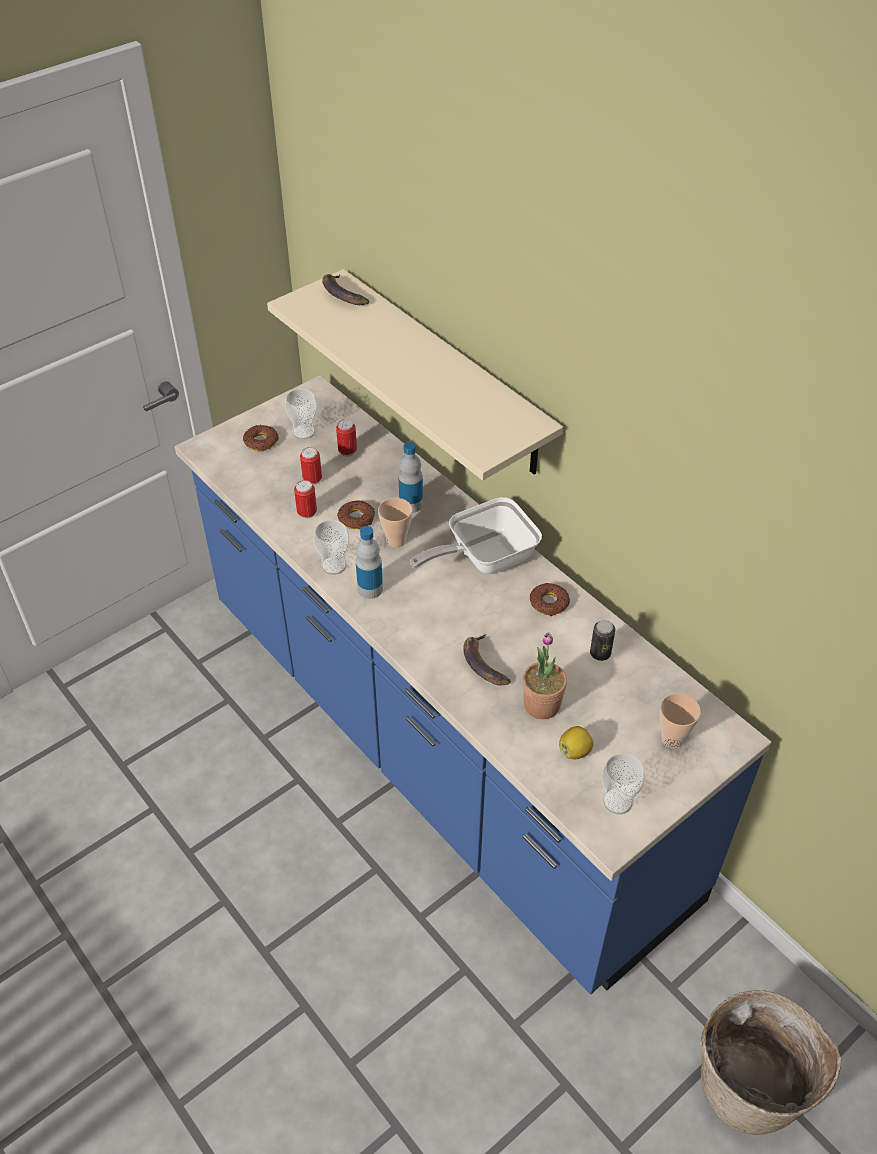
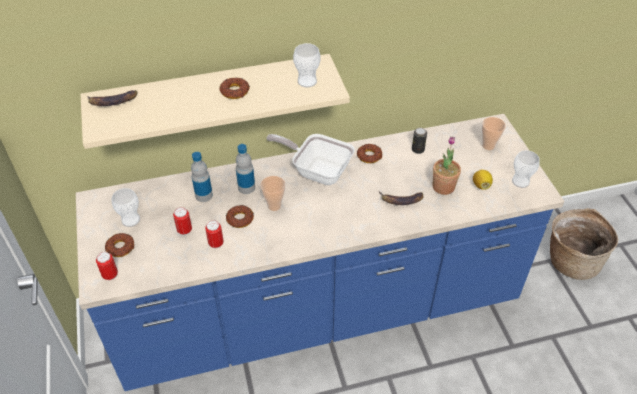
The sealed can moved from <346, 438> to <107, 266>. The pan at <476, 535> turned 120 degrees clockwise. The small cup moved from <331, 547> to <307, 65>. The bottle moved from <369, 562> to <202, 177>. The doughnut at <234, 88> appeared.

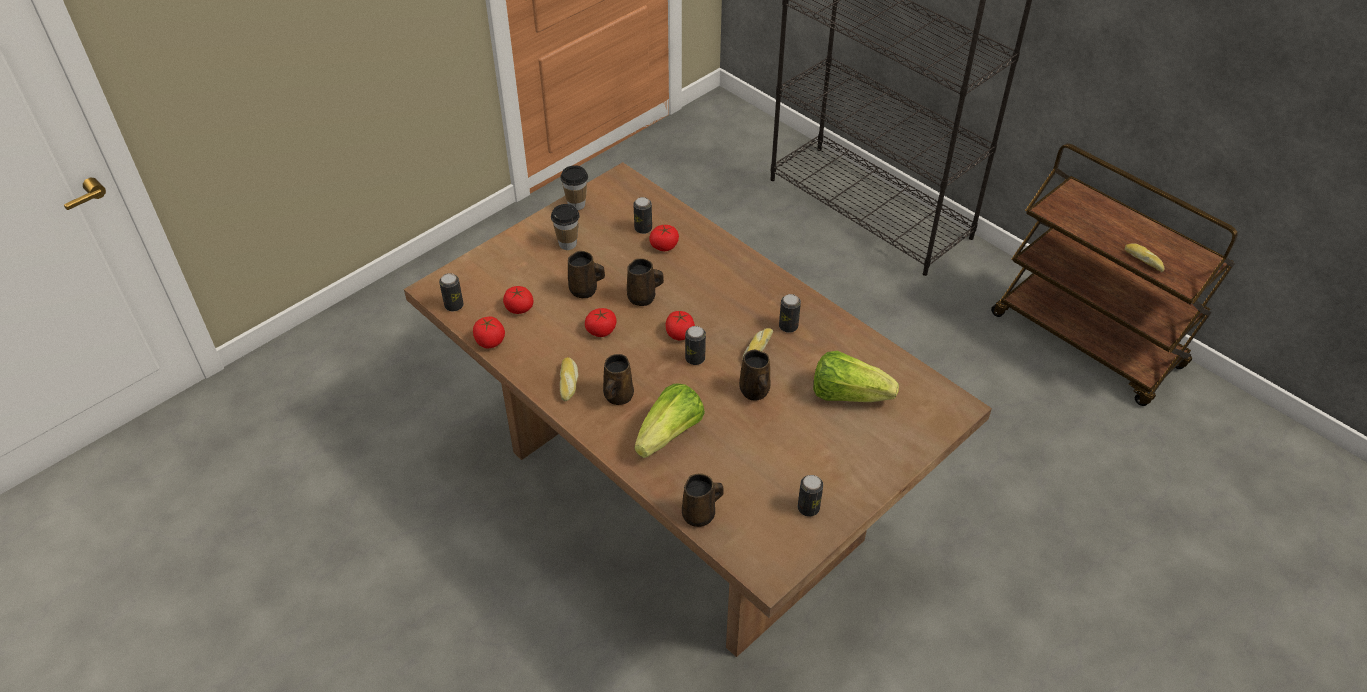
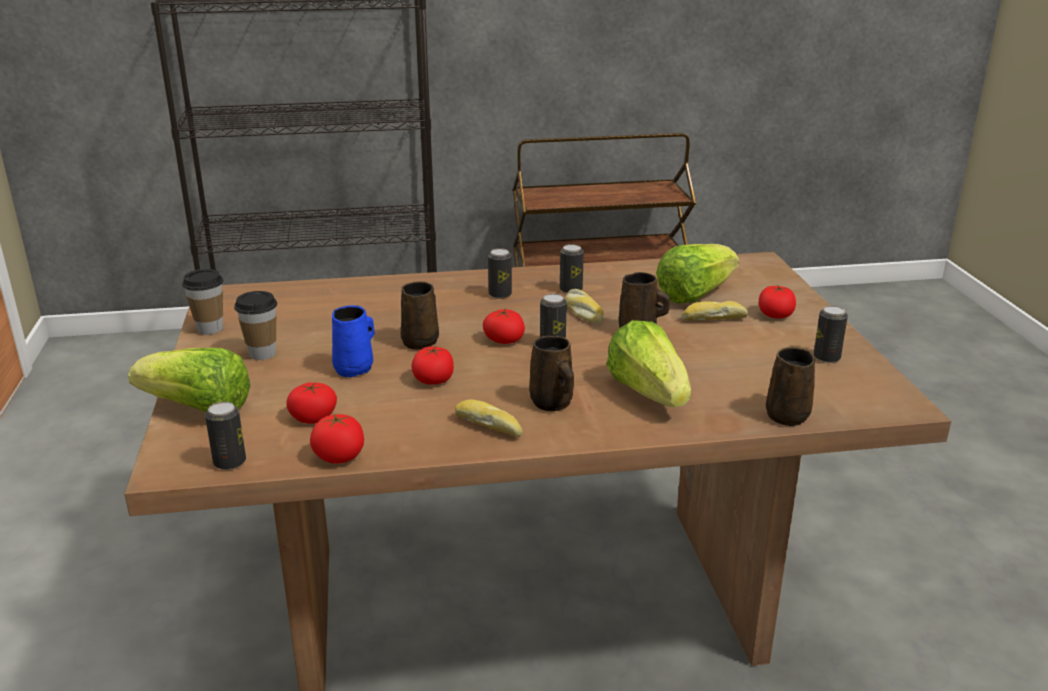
The sealed can moved from <642, 215> to <500, 273>. The fresh tomato moved from <664, 238> to <777, 302>. The bakery bread moved from <1145, 257> to <714, 311>. The brown coffee mug at <586, 274> became the blue coffee mug at <353, 341>. The head of lettuce at <189, 380> appeared.

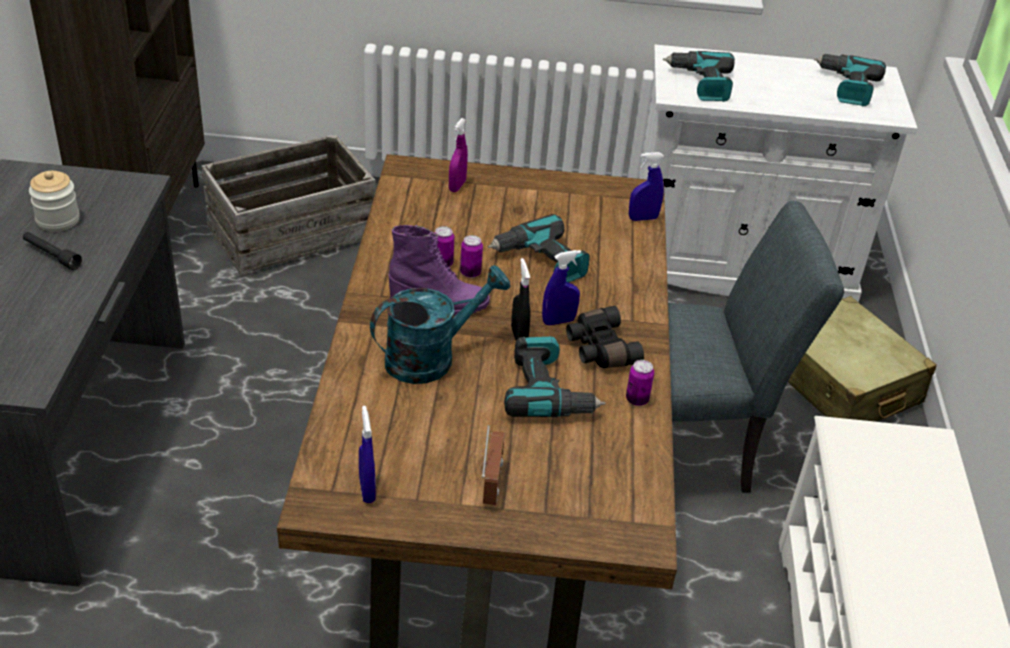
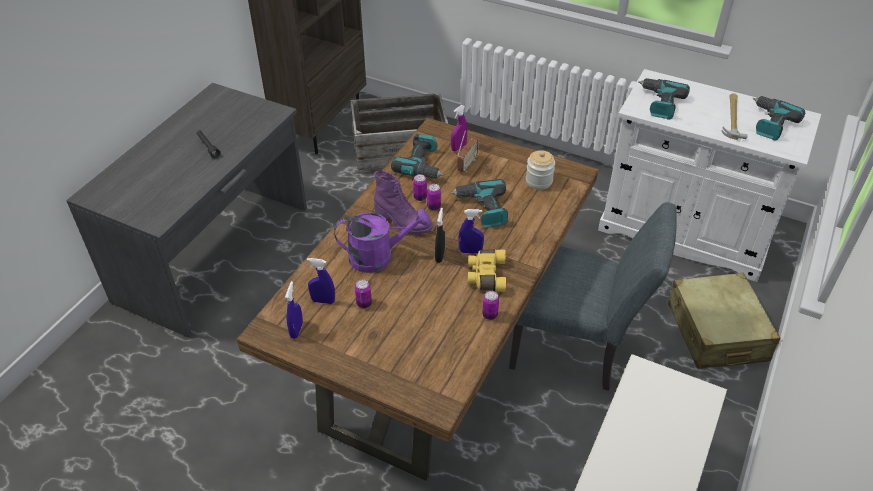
The blue spray bottle moved from <646, 186> to <321, 281>. The jar moved from <54, 201> to <540, 170>. The turquoise-coloured watering can at <440, 324> became the purplish watering can at <382, 241>. The black binoculars at <605, 337> became the yellow binoculars at <487, 270>. The drill moved from <555, 377> to <417, 156>. The radio moved from <493, 465> to <468, 151>. The hammer at <734, 116> appeared. The sealed can at <363, 293> appeared.

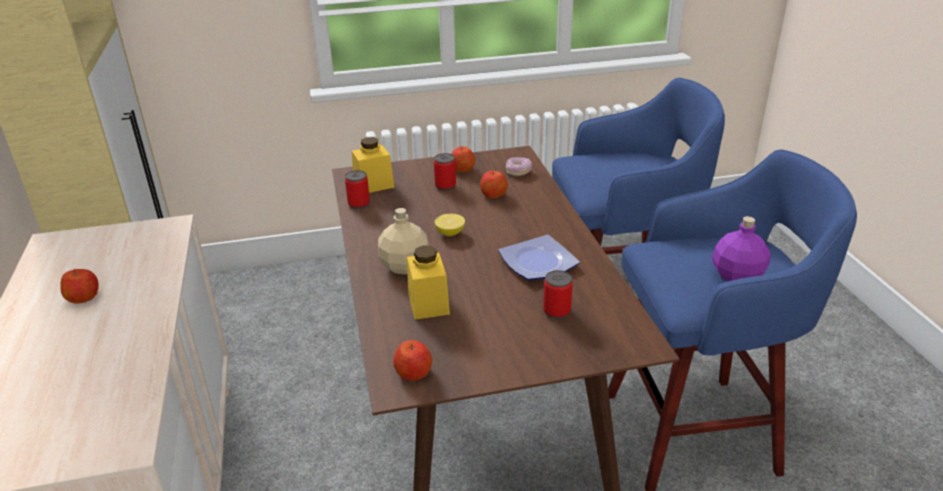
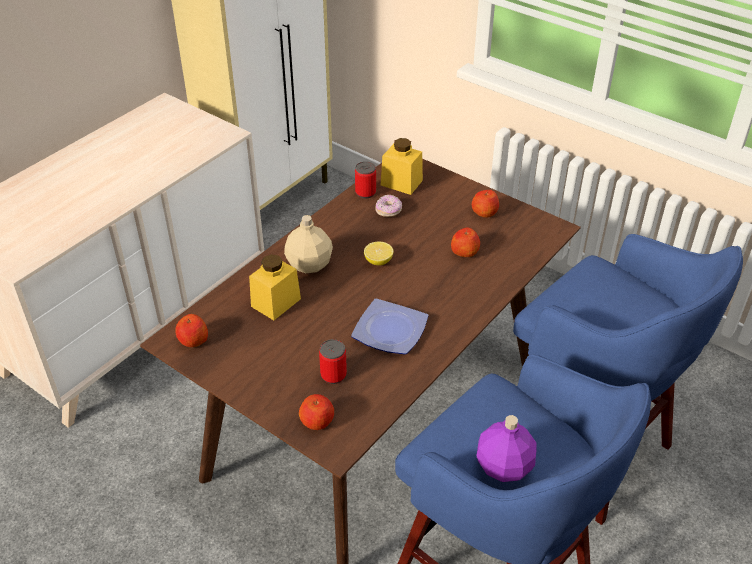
The sealed can at <445, 172> disappeared. The doughnut moved from <519, 166> to <388, 206>. The apple moved from <79, 286> to <316, 412>.

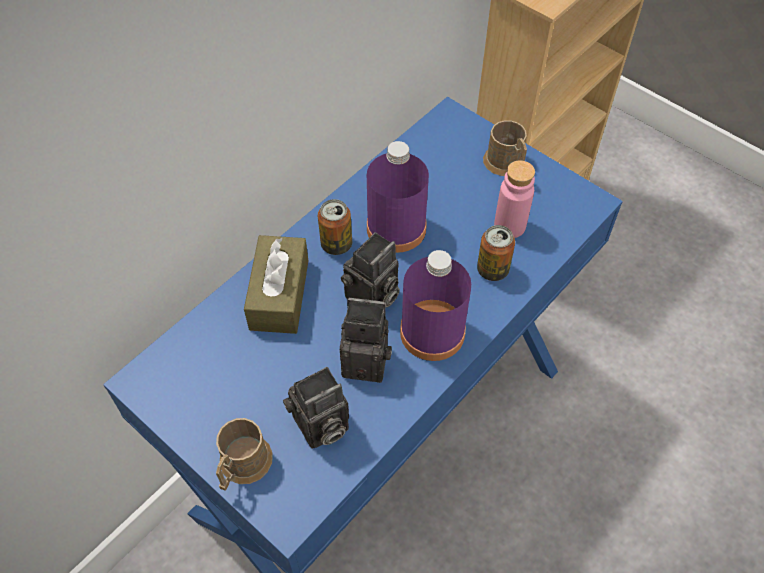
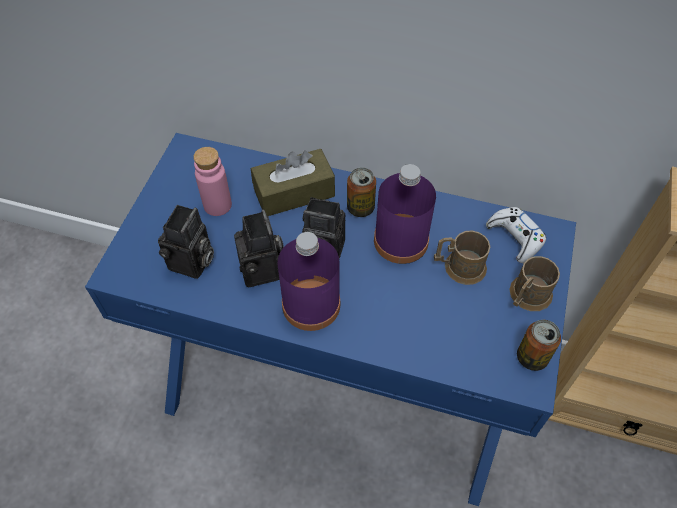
The pink bottle moved from <514, 199> to <212, 181>. The sealed can moved from <496, 253> to <539, 345>. The photo camera at <316, 408> turned 105 degrees counterclockwise. The brown coffee mug moved from <244, 454> to <462, 258>. The white-coloured game controller at <516, 235> appeared.

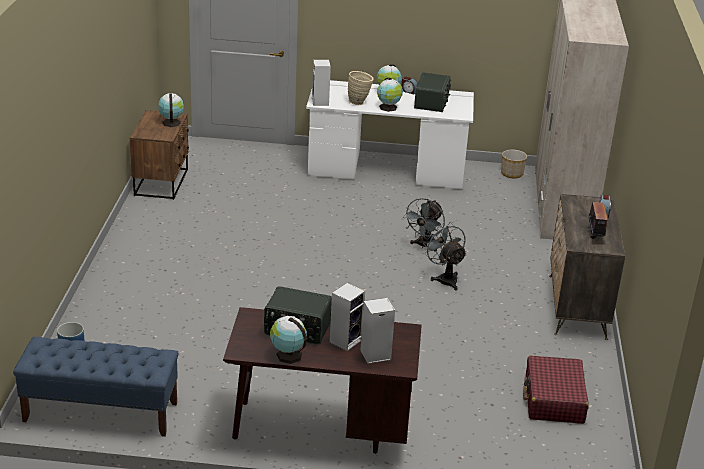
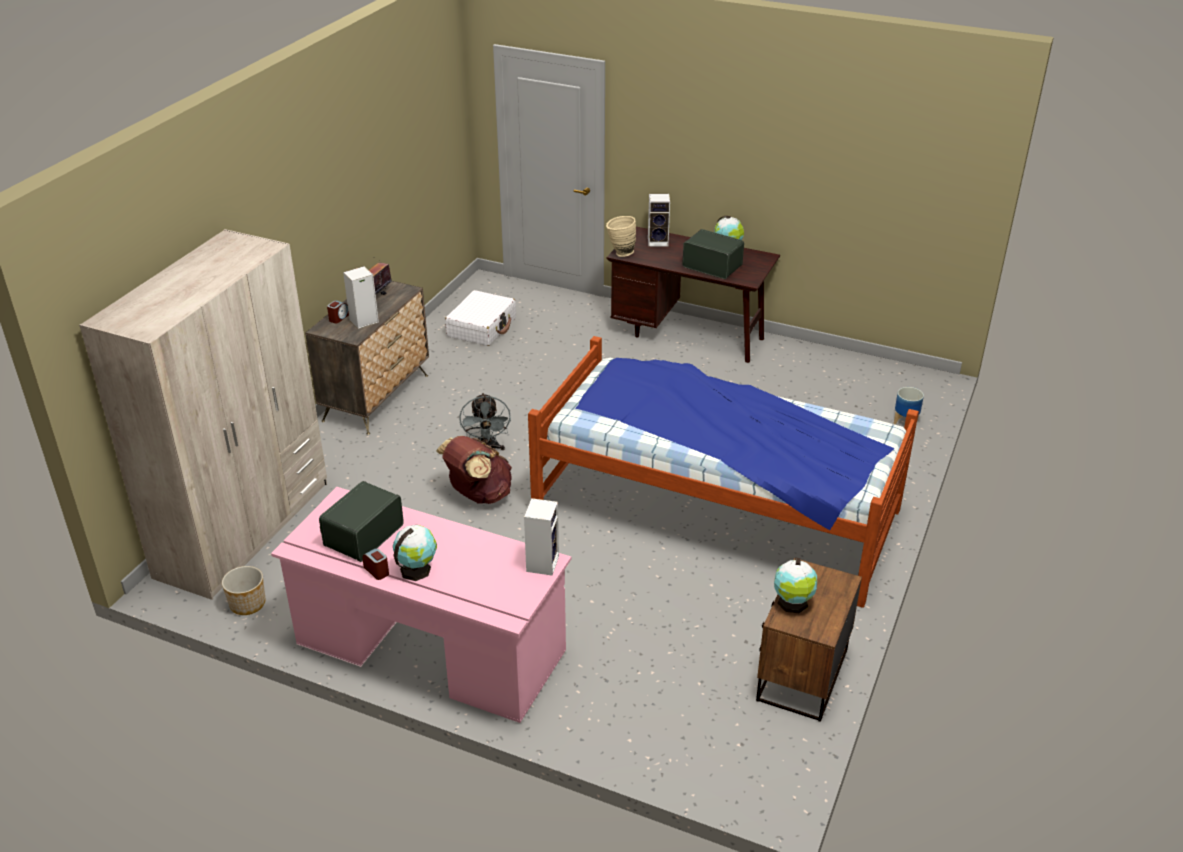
The beige vase moved from <360, 88> to <621, 236>. The desk globe at <390, 95> disappeared. The white-coloured desk table at <390, 134> became the pink desk table at <421, 605>. The grey electric fan at <424, 224> was replaced by the brown rucksack at <474, 470>. The audio speaker moved from <347, 317> to <361, 297>. The blue indoor bench at <96, 387> disappeared. The red piece of luggage at <556, 389> became the white-coloured piece of luggage at <480, 318>. The bedroom bed at <723, 472> appeared.

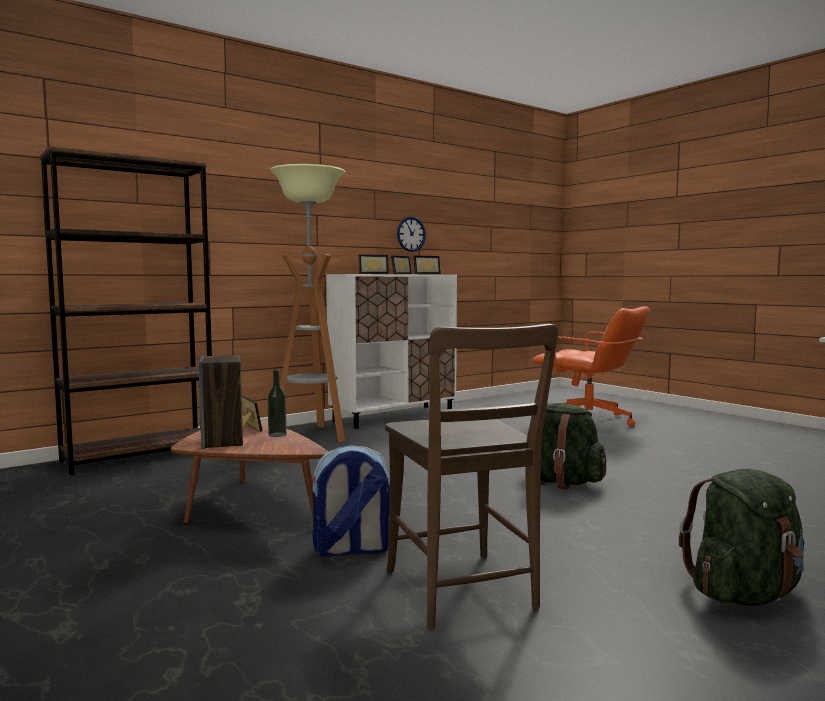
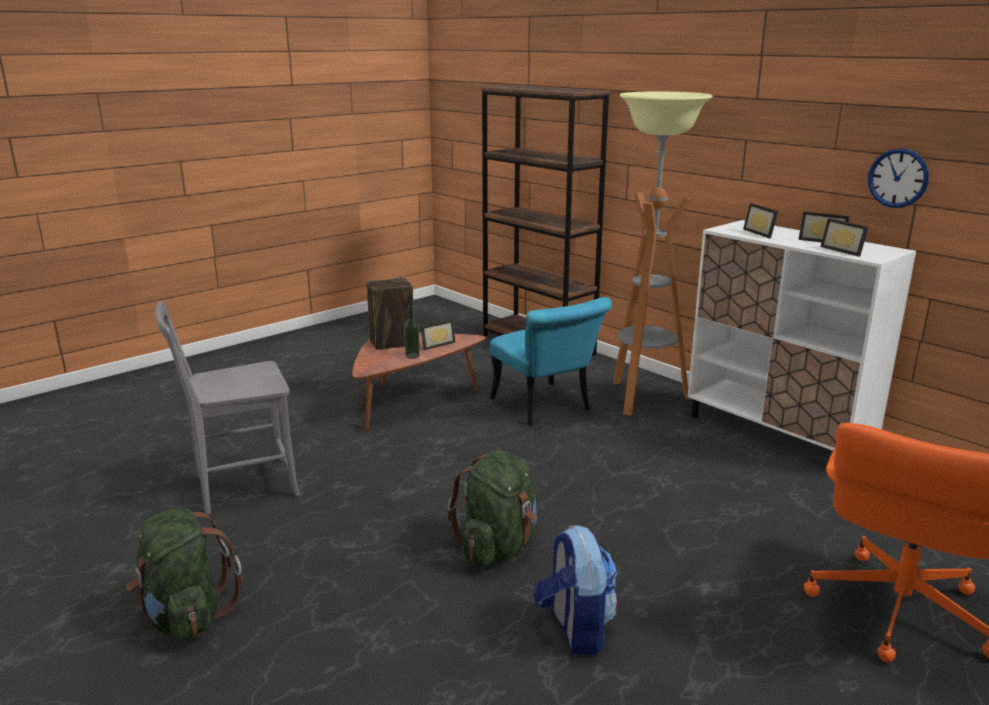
The brown plain chair at <471, 476> became the grey plain chair at <227, 408>. The rucksack moved from <350, 501> to <575, 590>. The turquoise-coloured plain chair at <550, 361> appeared.

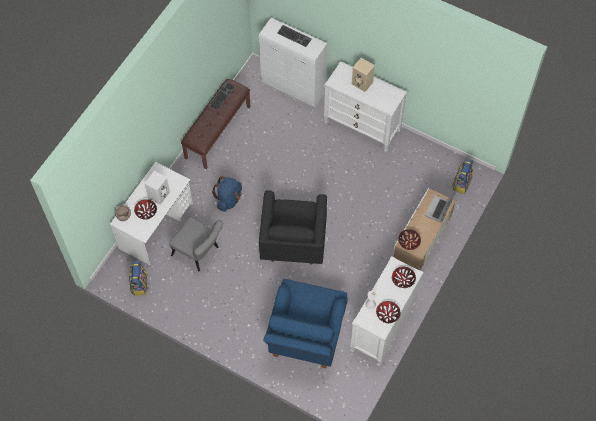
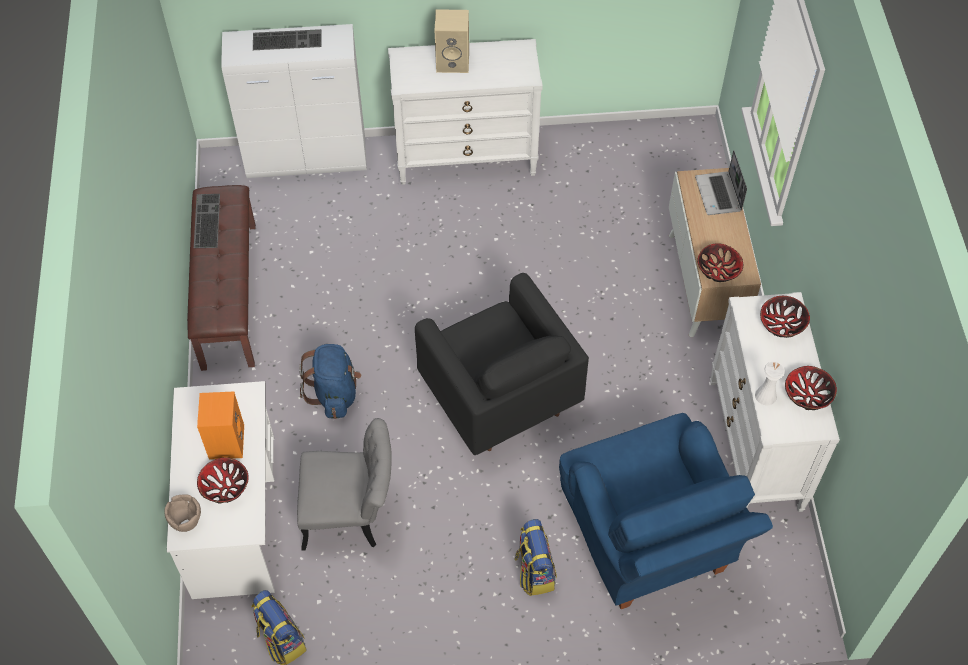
The rucksack moved from <462, 176> to <535, 557>. The white-coloured audio speaker at <157, 188> became the orangey audio speaker at <220, 426>.

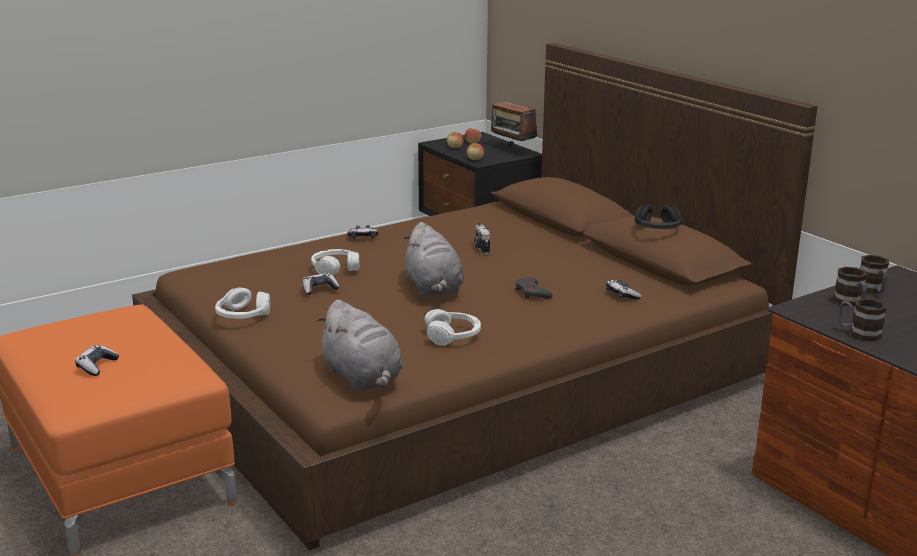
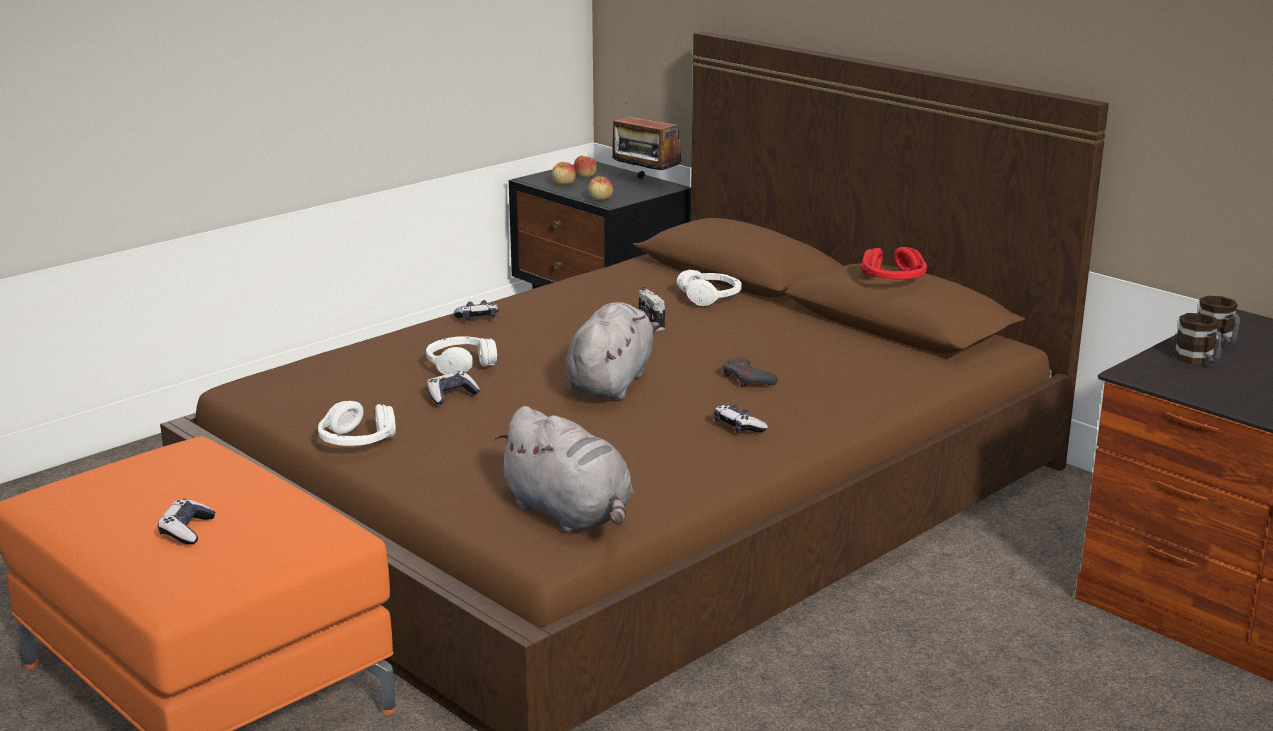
The black pair of headphones at <658, 217> became the red pair of headphones at <894, 263>. The grey plush toy at <433, 259> turned 135 degrees counterclockwise. The game controller moved from <623, 290> to <741, 418>. The coffee mug at <863, 320> disappeared. The white-coloured pair of headphones moved from <453, 327> to <709, 287>.

